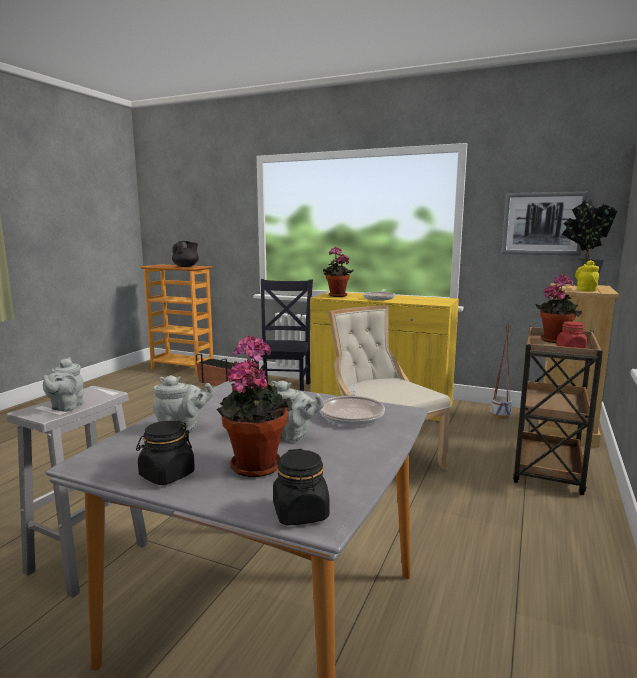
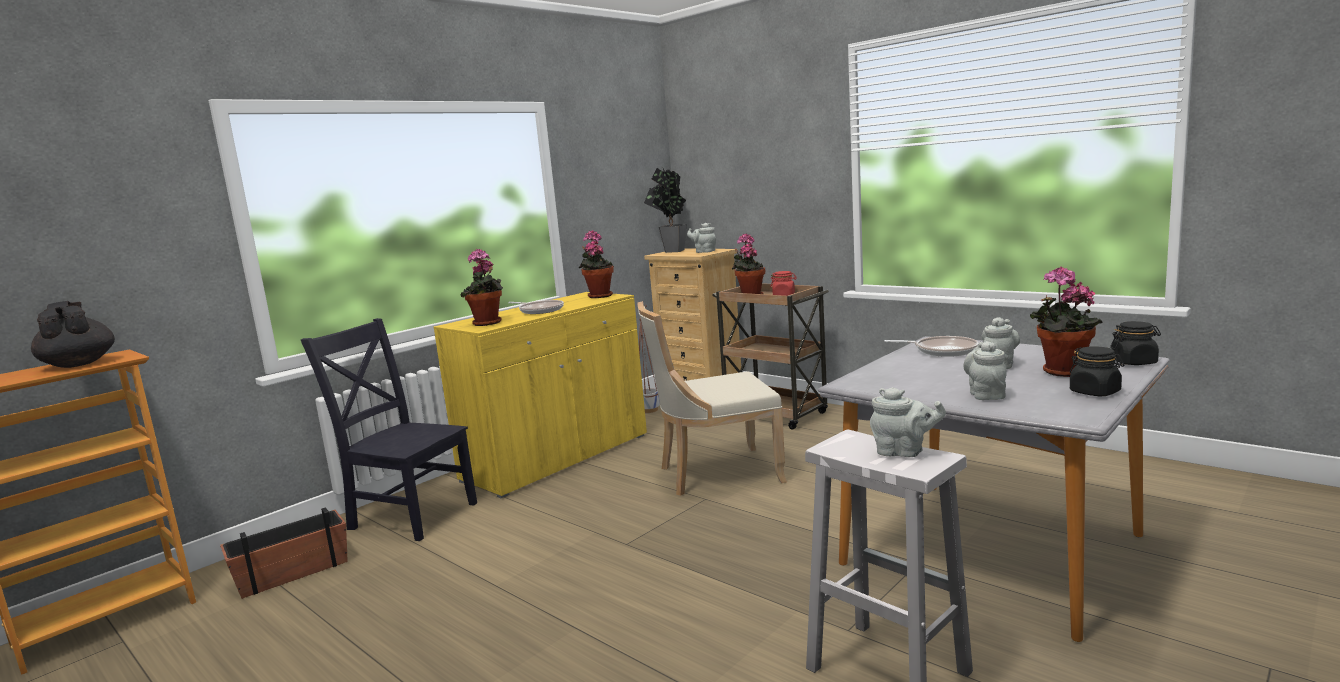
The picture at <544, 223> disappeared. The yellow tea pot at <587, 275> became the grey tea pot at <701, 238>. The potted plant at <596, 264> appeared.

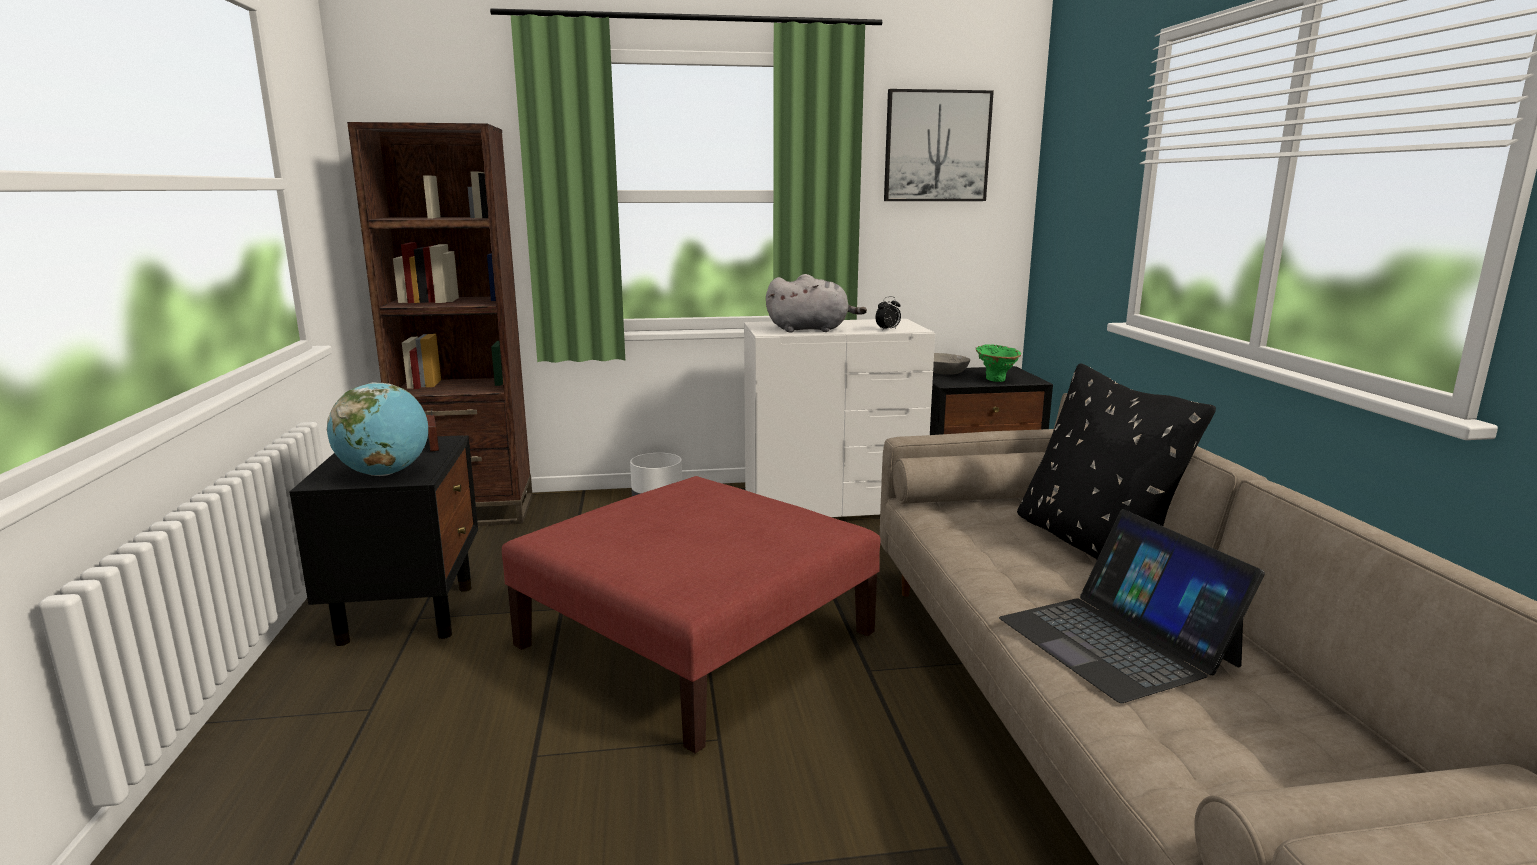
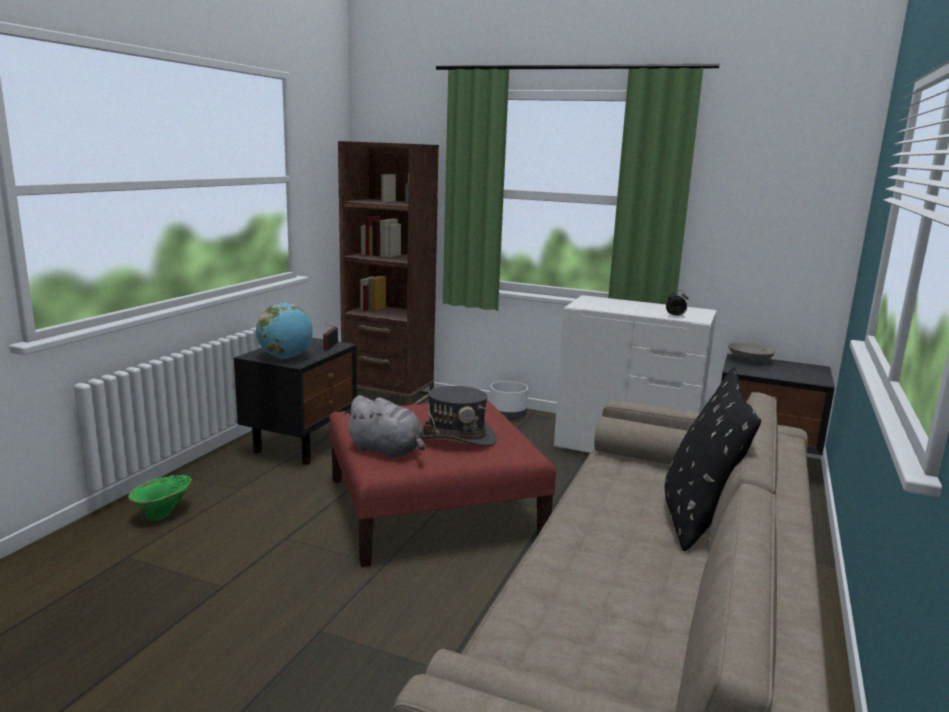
The picture at <939, 145> disappeared. The grey plush toy moved from <816, 303> to <384, 427>. The greenish vase moved from <998, 363> to <160, 498>. The notebook computer at <1132, 606> disappeared. The grey clothing hat at <459, 416> appeared.

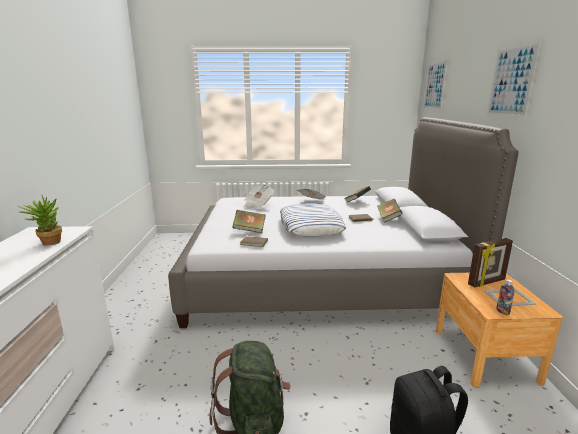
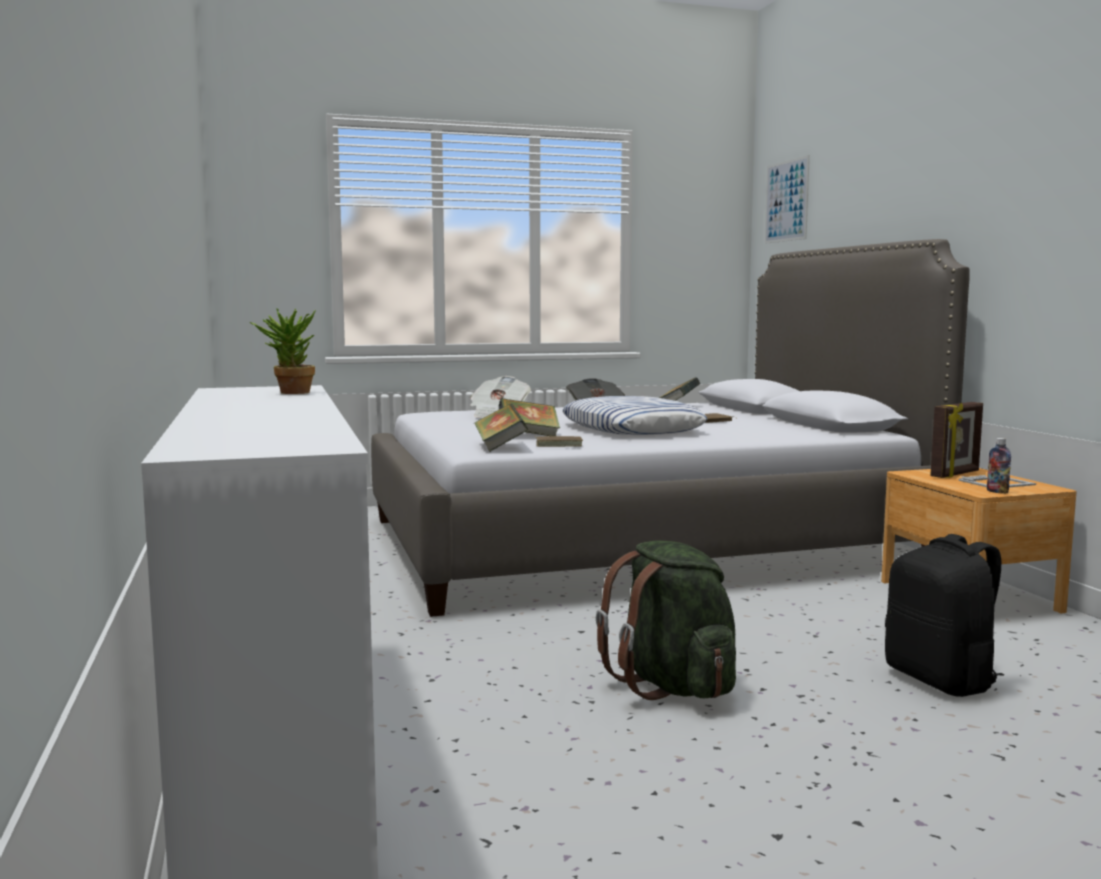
The picture at <514, 79> disappeared. The book moved from <390, 211> to <501, 428>.

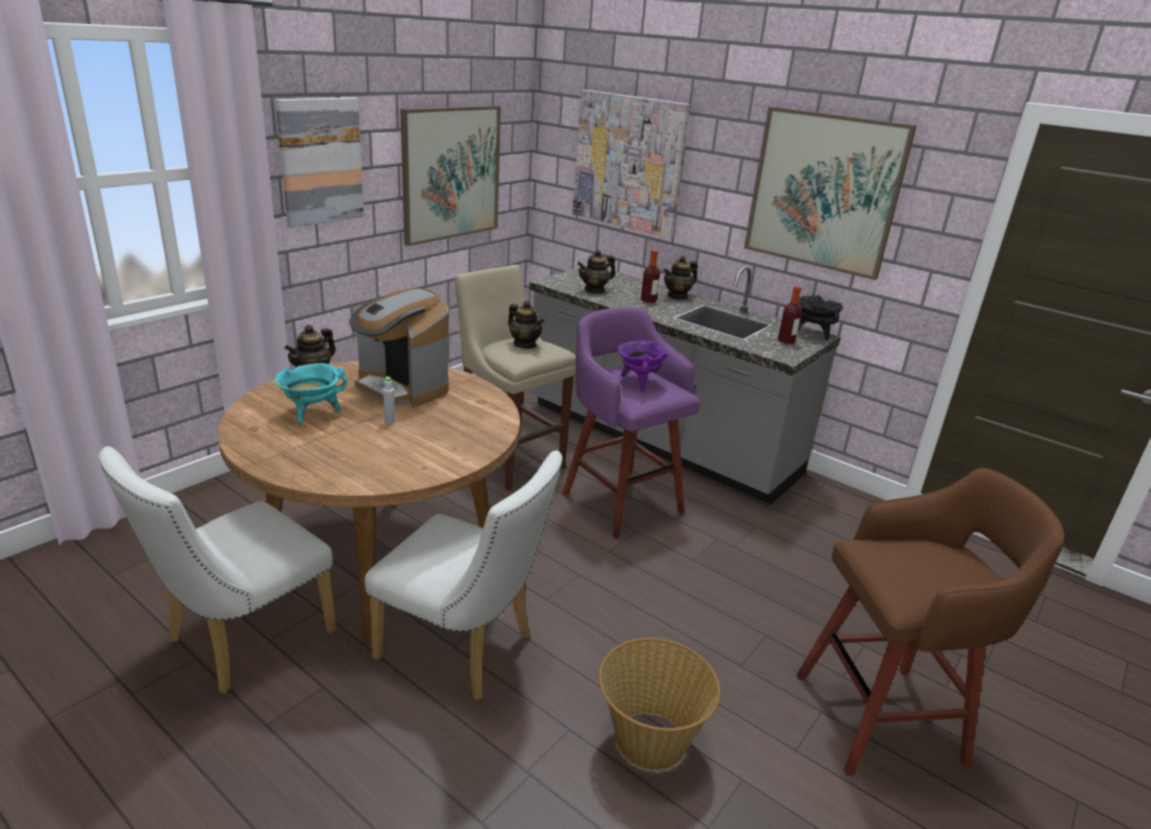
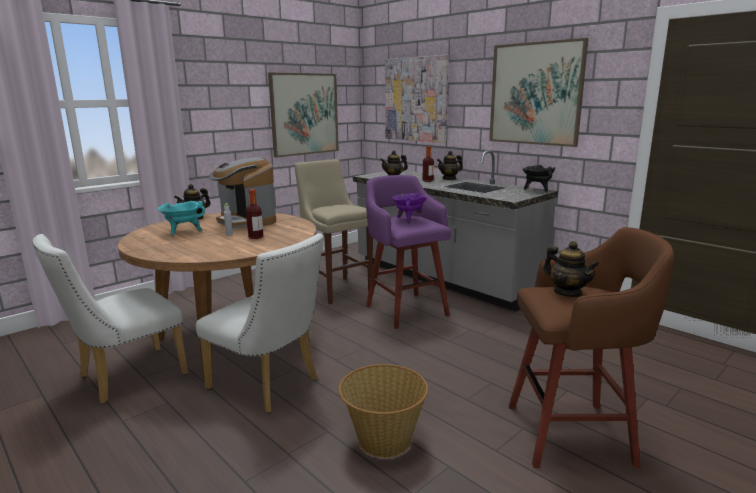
The picture at <319, 163> disappeared. The bottle moved from <790, 315> to <254, 214>. The tea pot moved from <526, 324> to <571, 269>.

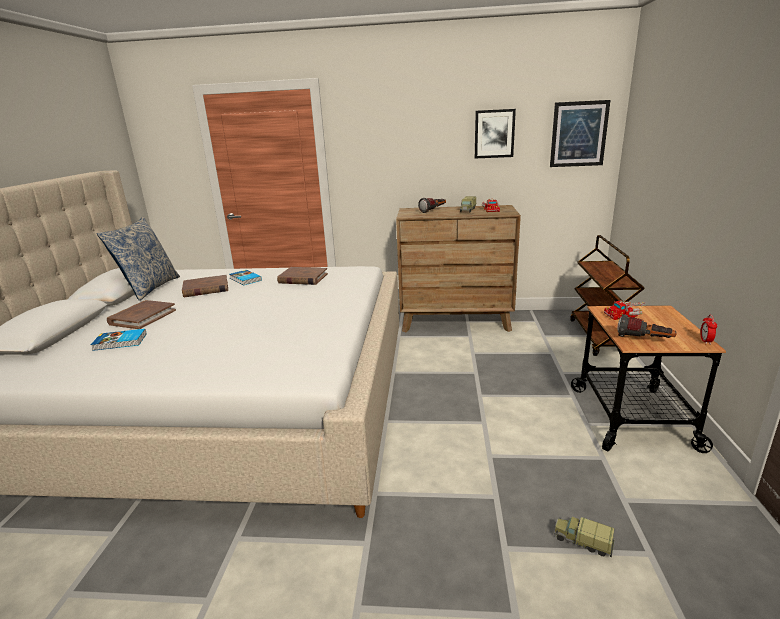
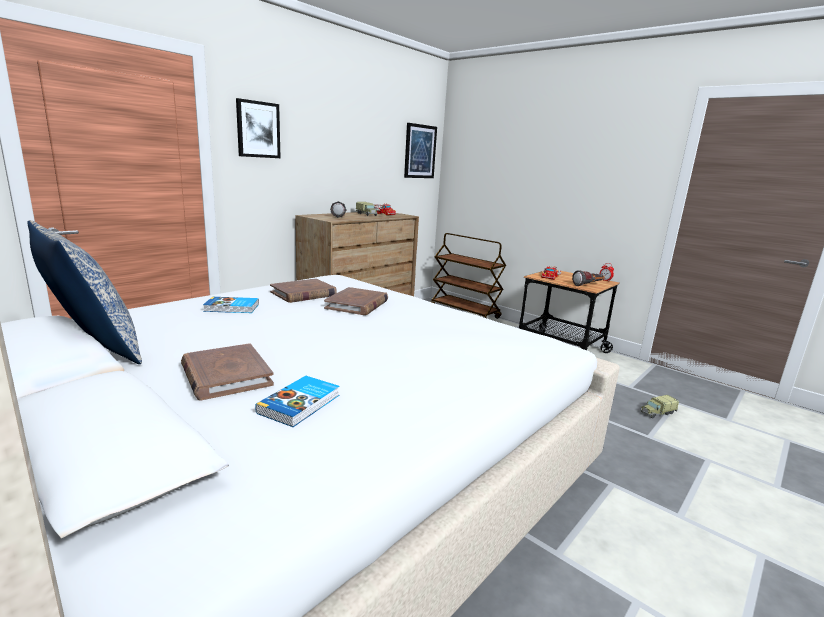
The picture moved from <495, 134> to <258, 128>. The brown book moved from <205, 286> to <356, 301>.

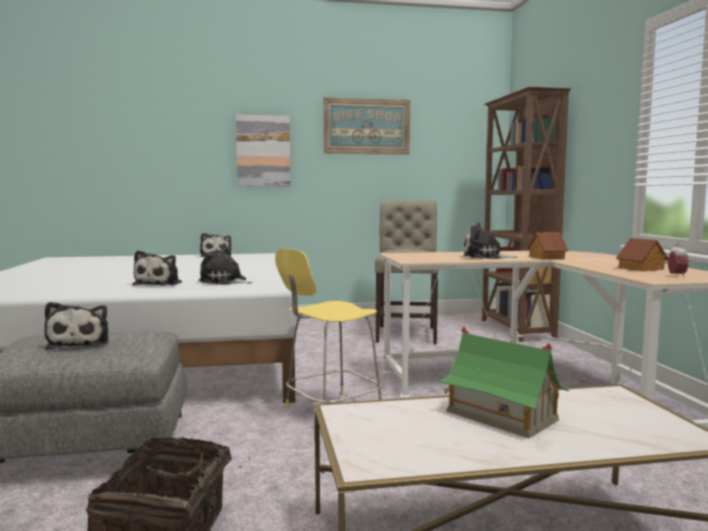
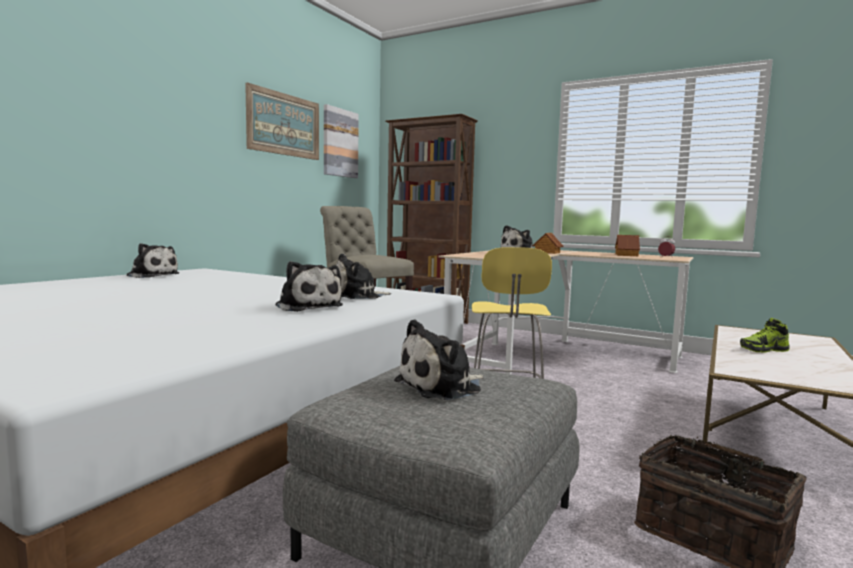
The picture moved from <263, 151> to <341, 141>. The plush toy at <77, 326> turned 120 degrees clockwise. The toy house at <504, 383> was replaced by the shoe at <764, 335>.

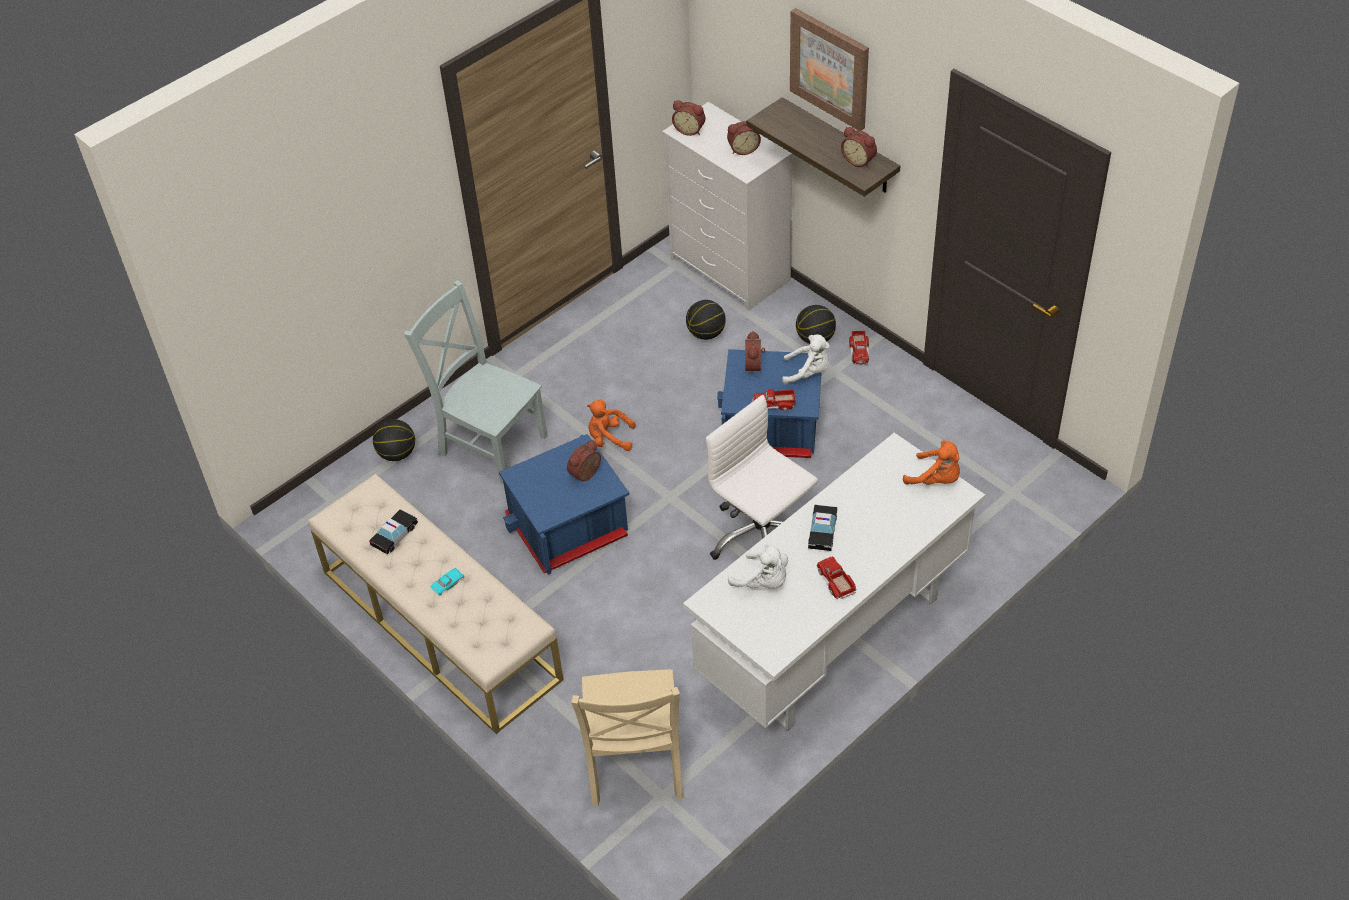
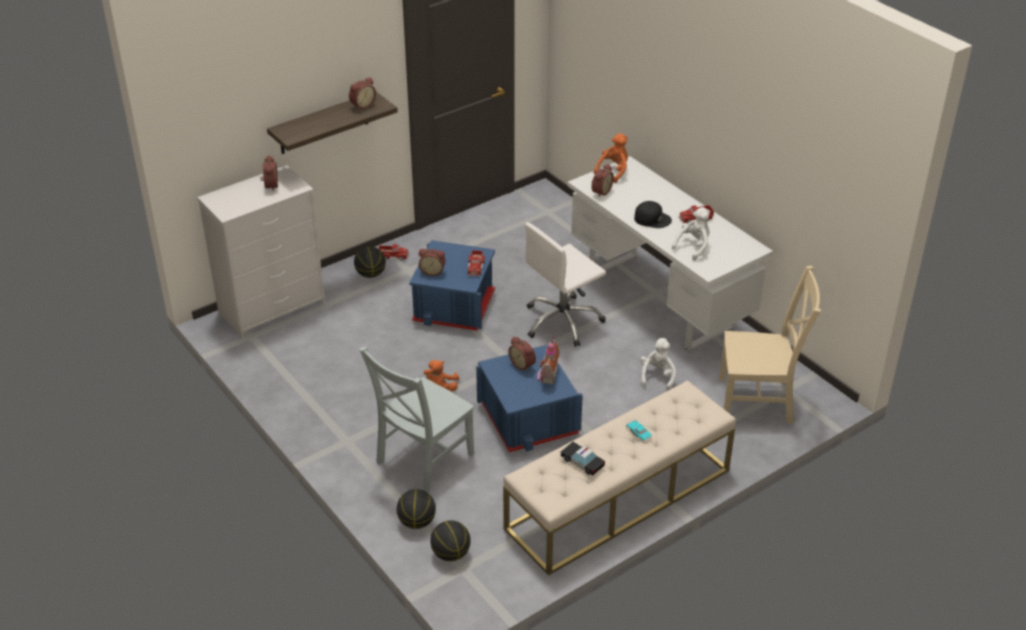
The picture at <829, 69> disappeared. The table clock moved from <688, 118> to <603, 181>. The basketball ball moved from <706, 320> to <450, 540>. The white-coloured plush toy moved from <806, 359> to <658, 364>. The model car at <822, 528> was replaced by the black cap at <653, 214>. The toy house at <548, 359> appeared.

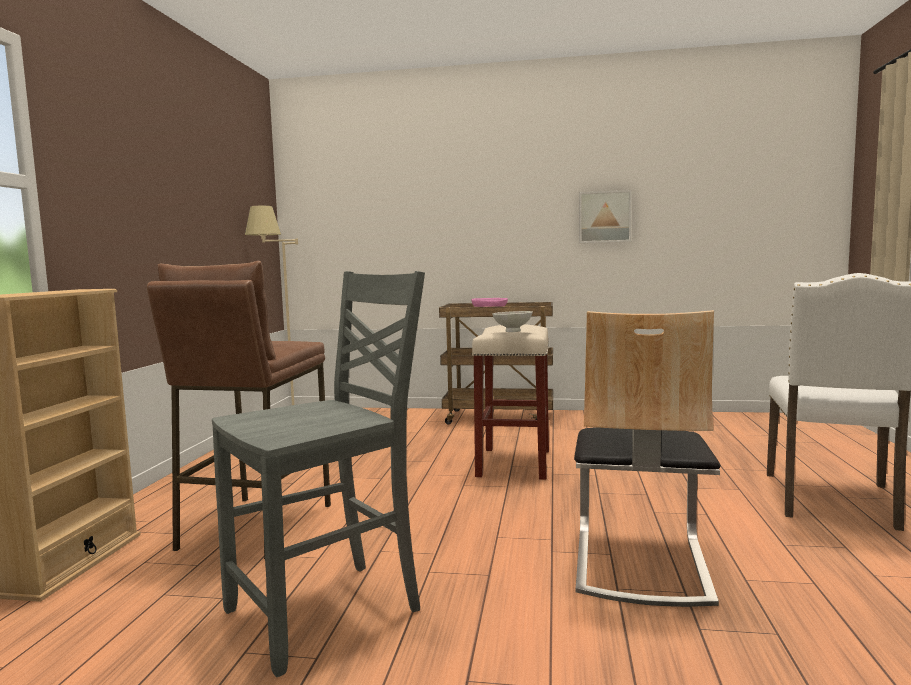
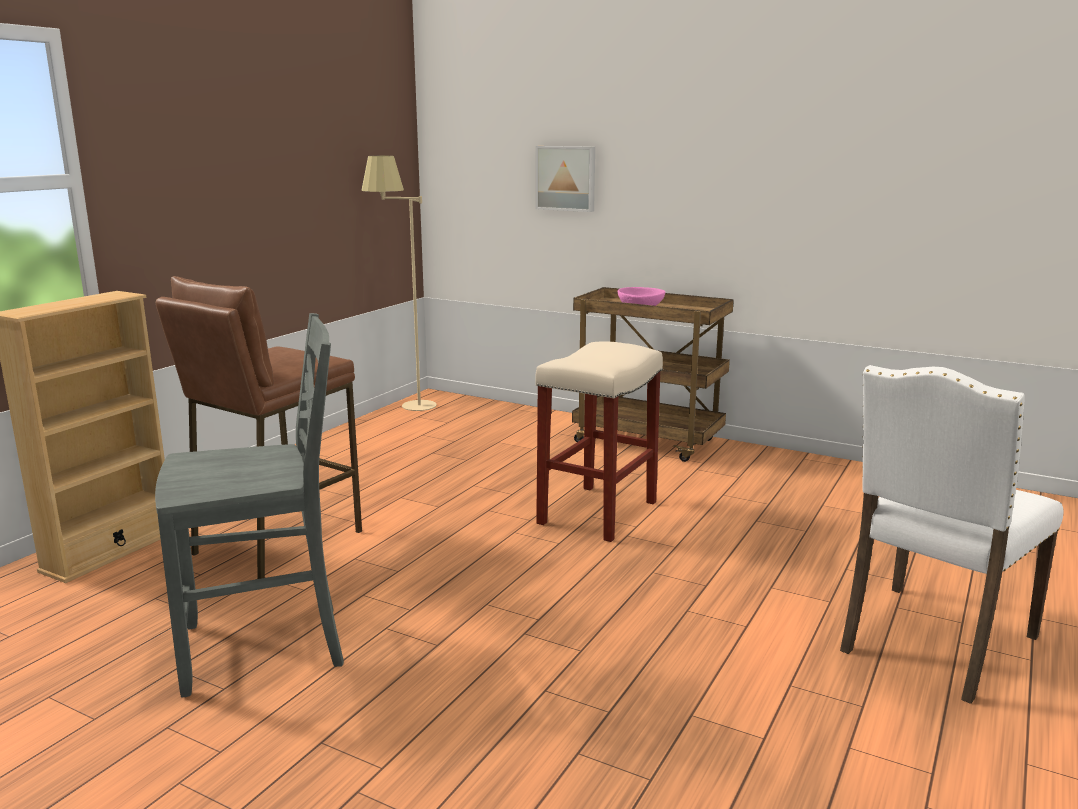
The picture moved from <605, 216> to <565, 179>. The plain chair at <647, 458> disappeared. The white-coloured bowl at <512, 321> disappeared.

